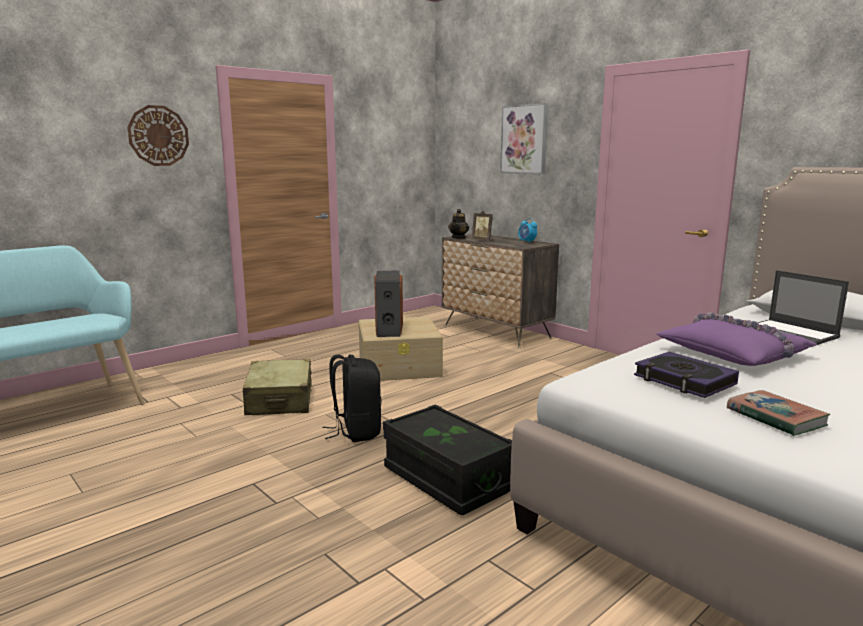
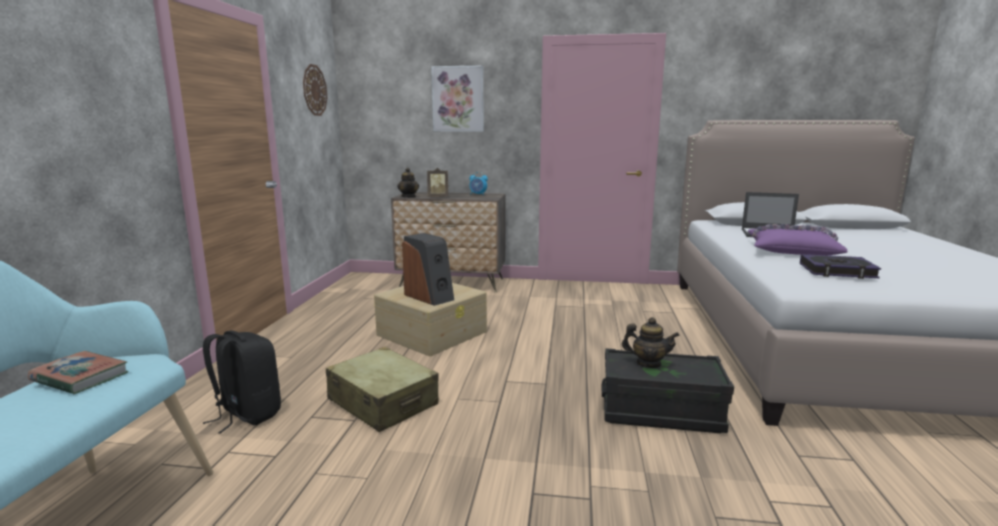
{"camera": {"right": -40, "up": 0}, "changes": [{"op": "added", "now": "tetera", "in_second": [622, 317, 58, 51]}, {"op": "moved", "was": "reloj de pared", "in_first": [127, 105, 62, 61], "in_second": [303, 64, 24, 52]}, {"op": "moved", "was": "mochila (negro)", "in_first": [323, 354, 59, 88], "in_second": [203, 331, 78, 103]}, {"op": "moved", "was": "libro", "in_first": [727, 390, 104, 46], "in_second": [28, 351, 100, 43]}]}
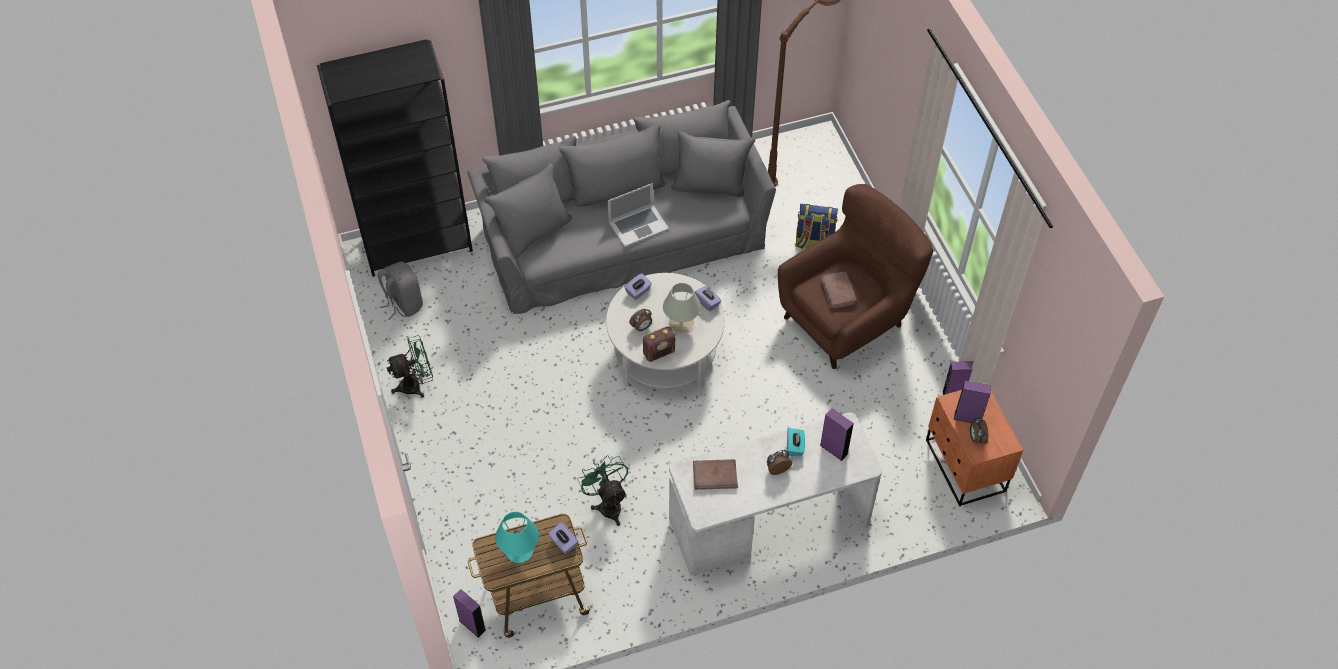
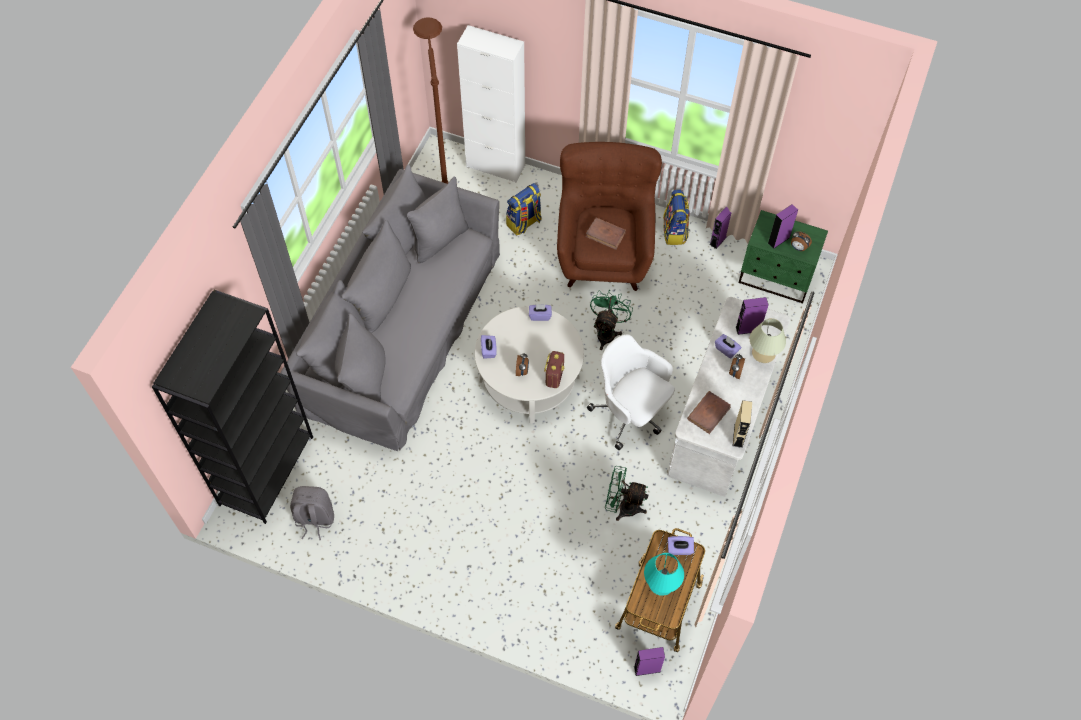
{"camera": {"right": -50, "up": 5}, "changes": [{"op": "removed", "was": "portátil", "in_first": [608, 183, 61, 64]}, {"op": "added", "now": "armario (blanco)", "in_second": [457, 25, 68, 158]}, {"op": "added", "now": "silla de oficina (blanco)", "in_second": [587, 334, 88, 116]}, {"op": "added", "now": "mochila", "in_second": [663, 189, 26, 56]}, {"op": "added", "now": "altavoz (beis)", "in_second": [733, 400, 19, 48]}, {"op": "moved", "was": "ventilador (verde)", "in_first": [387, 335, 46, 62], "in_second": [590, 290, 43, 60]}, {"op": "moved", "was": "lámpara de mesa (beis)", "in_first": [663, 283, 38, 49], "in_second": [750, 318, 36, 45]}, {"op": "recoloured", "was": "caja de pañuelos (turquesa)", "now": "caja de pañuelos (morado)", "in_first": [787, 428, 18, 28], "in_second": [715, 334, 26, 25]}, {"op": "recoloured", "was": "mesita de noche (naranja)", "now": "mesita de noche (verde)", "in_first": [926, 383, 97, 123], "in_second": [738, 210, 90, 94]}]}
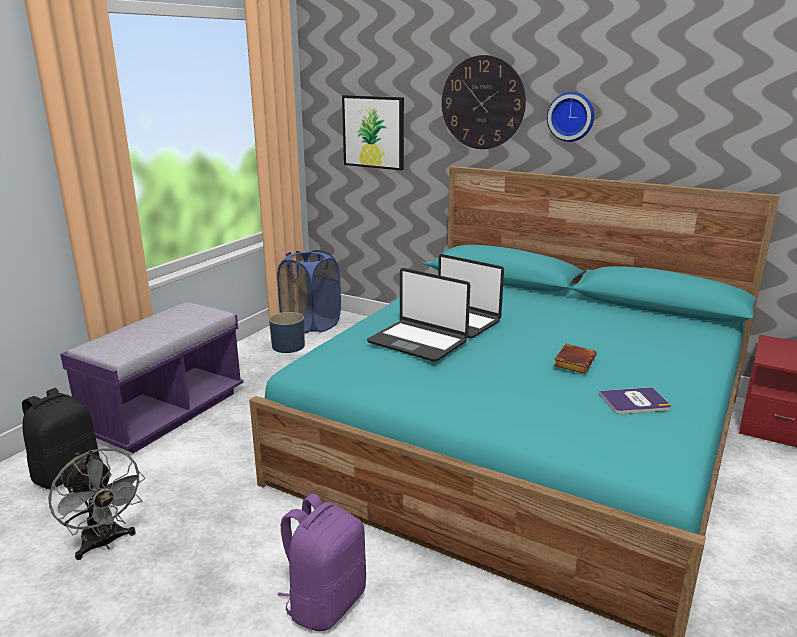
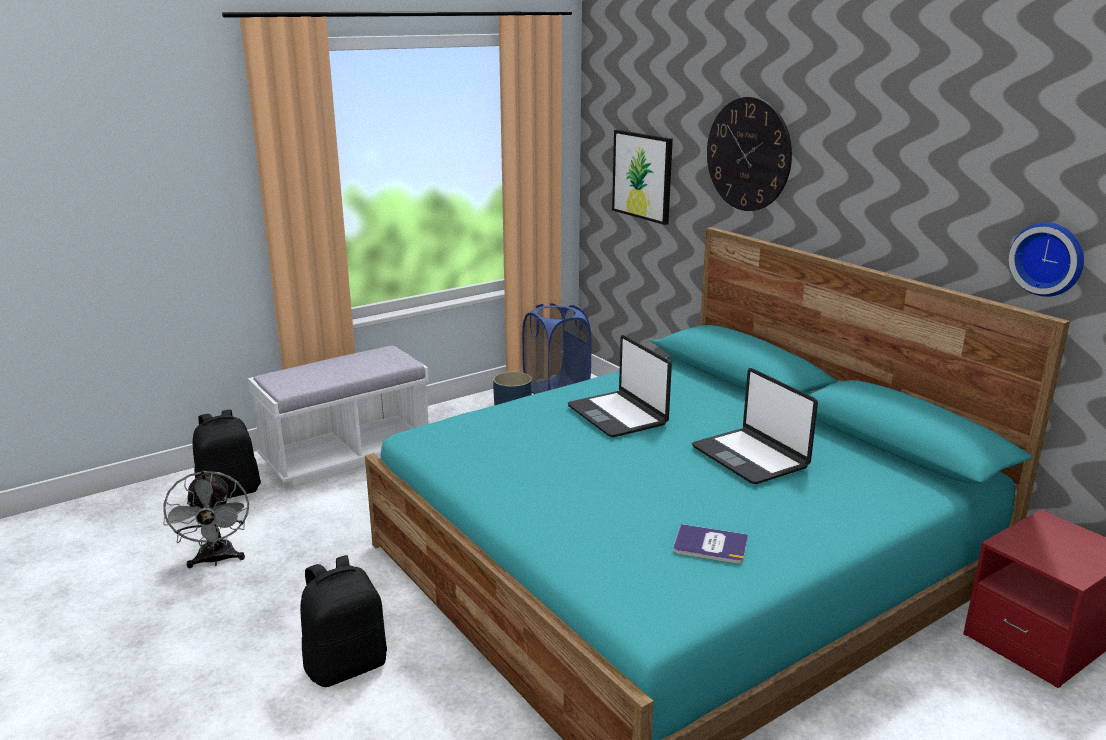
{"camera": {"right": 25, "up": 0}, "changes": [{"op": "removed", "was": "libro (marrón)", "in_first": [553, 343, 44, 31]}, {"op": "moved", "was": "portátil", "in_first": [367, 268, 103, 94], "in_second": [692, 368, 126, 116]}, {"op": "moved", "was": "reloj de pared", "in_first": [547, 92, 47, 50], "in_second": [1009, 222, 75, 75]}, {"op": "recoloured", "was": "banco (morado)", "now": "banco (blanco)", "in_first": [60, 302, 184, 151], "in_second": [248, 346, 181, 142]}, {"op": "recoloured", "was": "mochila (morado)", "now": "mochila (negro)", "in_first": [277, 493, 89, 138], "in_second": [300, 555, 87, 132]}]}
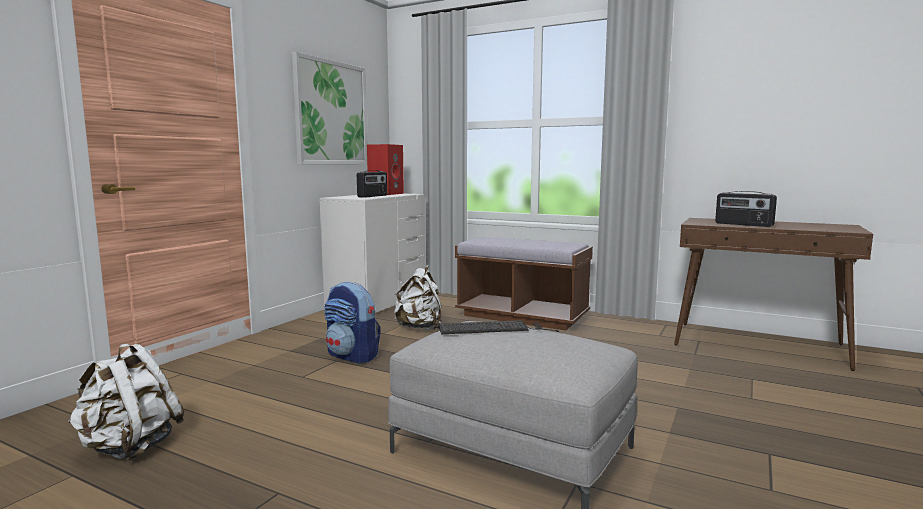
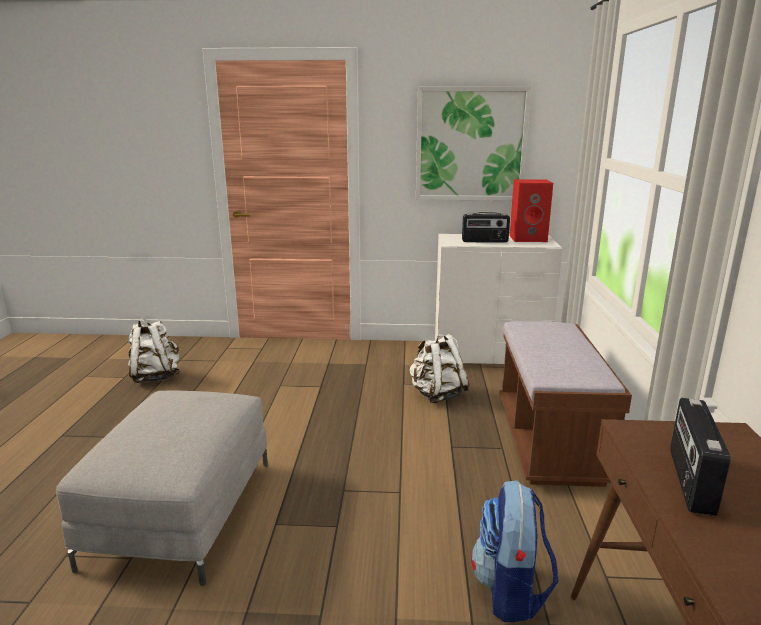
{"camera": {"right": 65, "up": 10}, "changes": [{"op": "removed", "was": "teclado", "in_first": [439, 320, 120, 14]}, {"op": "moved", "was": "mochila", "in_first": [324, 282, 56, 82], "in_second": [471, 480, 88, 142]}]}
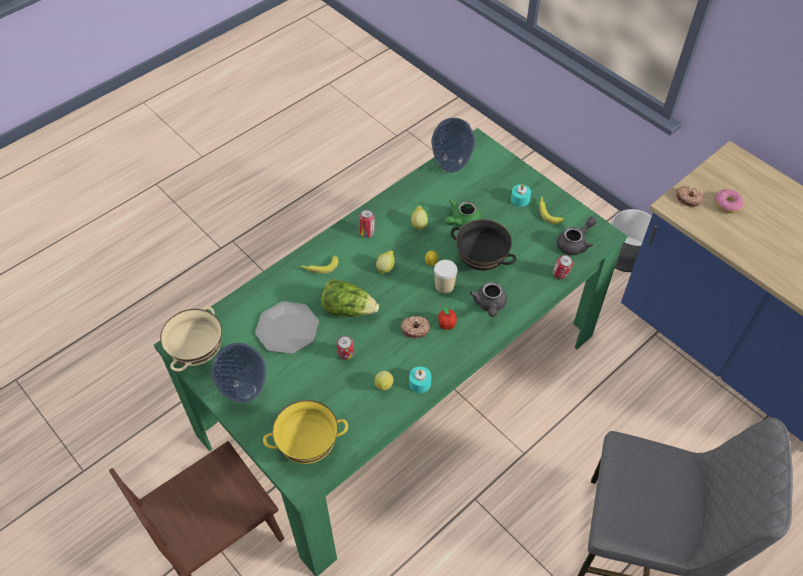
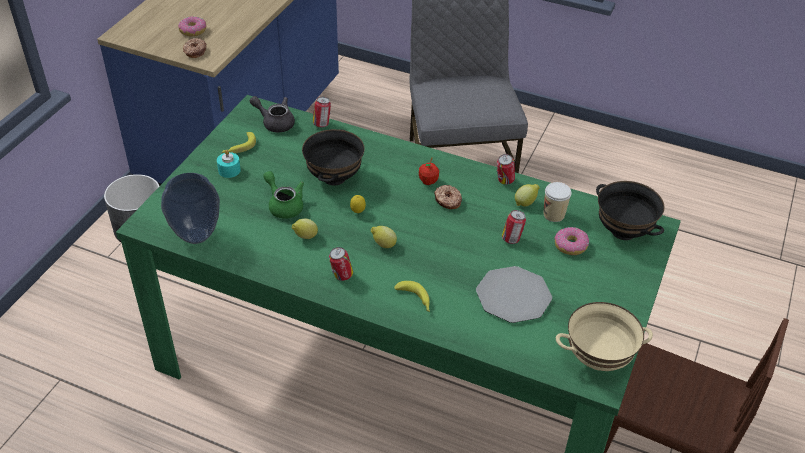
{"camera": {"right": -115, "up": -10}, "changes": [{"op": "removed", "was": "florero", "in_first": [212, 343, 54, 60]}, {"op": "removed", "was": "lechuga", "in_first": [321, 279, 58, 38]}, {"op": "removed", "was": "tetera (gris)", "in_first": [470, 282, 37, 35]}, {"op": "added", "now": "rosquilla", "in_second": [554, 227, 35, 28]}, {"op": "moved", "was": "taza", "in_first": [434, 260, 23, 34], "in_second": [544, 182, 27, 40]}, {"op": "replaced", "was": "vela (turquesa)", "now": "lata", "in_first": [409, 366, 22, 27], "in_second": [497, 154, 18, 31]}, {"op": "recoloured", "was": "cuenco (amarillo)", "now": "cuenco (negro)", "in_first": [263, 400, 85, 64], "in_second": [596, 181, 69, 59]}, {"op": "turned", "was": "tetera (verde)", "in_first": [445, 199, 36, 28], "in_second": [263, 171, 41, 48], "clockwise": -150}]}
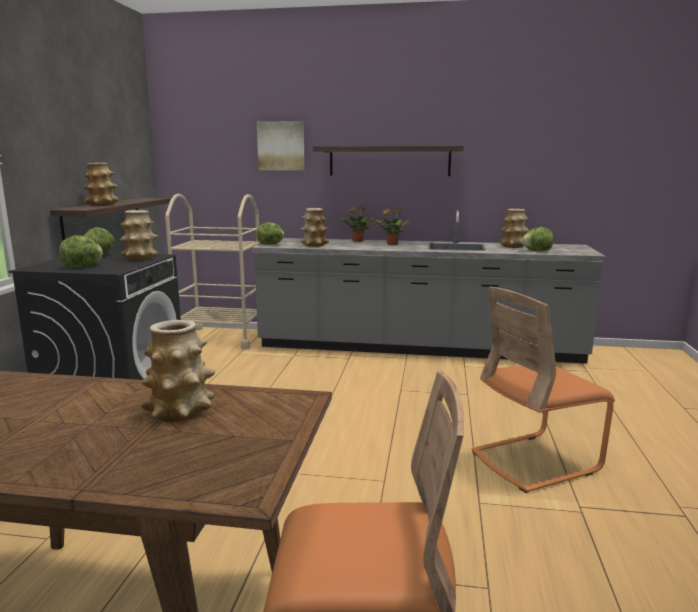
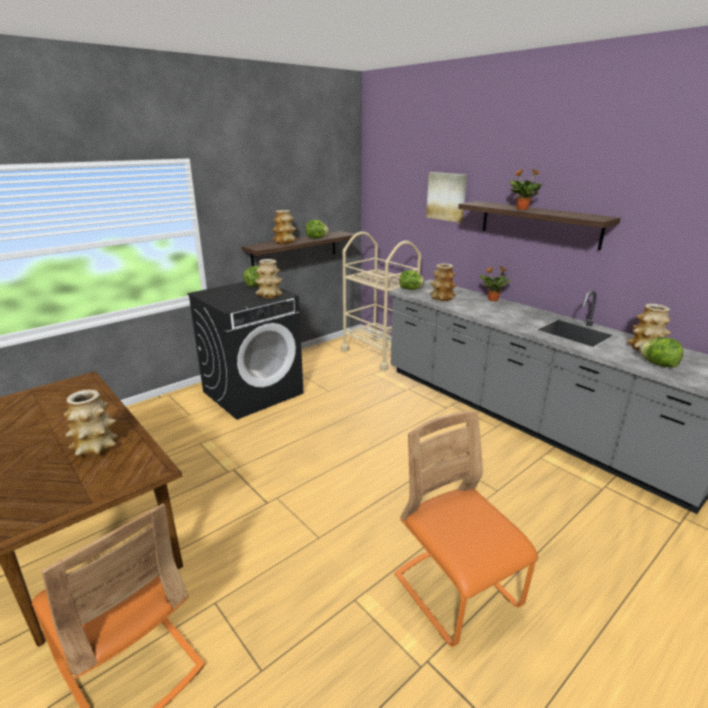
{"camera": {"right": 40, "up": 10}, "changes": [{"op": "moved", "was": "lechuga", "in_first": [59, 235, 44, 32], "in_second": [306, 220, 23, 18]}, {"op": "moved", "was": "planta en maceta", "in_first": [376, 208, 33, 37], "in_second": [509, 168, 34, 42]}, {"op": "turned", "was": "silla (naranja)", "in_first": [472, 287, 143, 206], "in_second": [394, 411, 144, 236], "clockwise": 45}]}
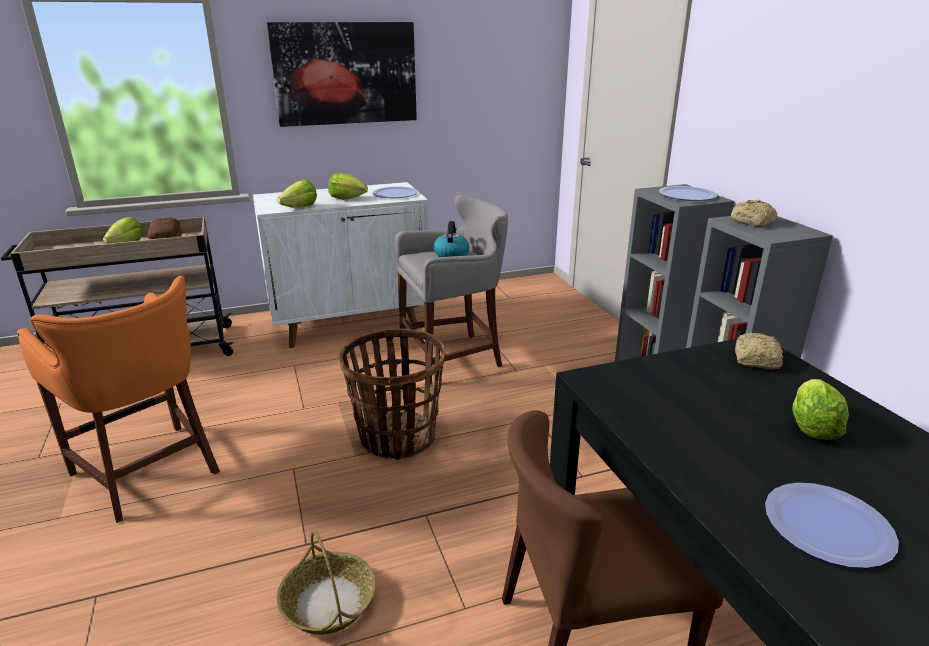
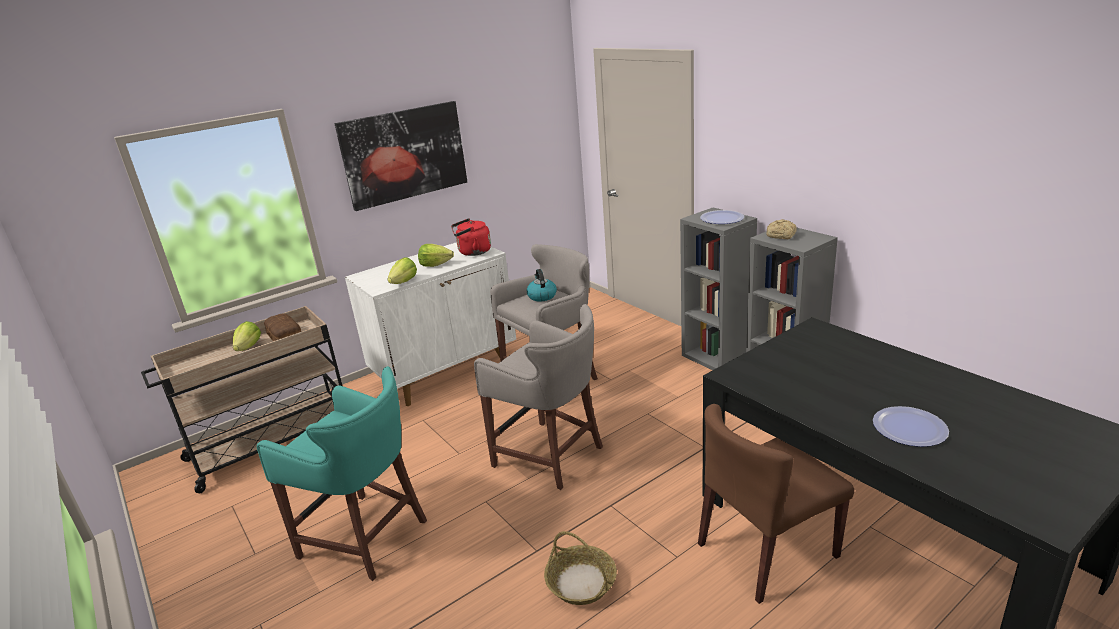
{"camera": {"right": -15, "up": 0}, "changes": [{"op": "removed", "was": "pan", "in_first": [735, 333, 48, 37]}, {"op": "removed", "was": "lechuga", "in_first": [792, 379, 57, 61]}, {"op": "replaced", "was": "cesta", "now": "taburete (gris)", "in_first": [339, 329, 107, 131], "in_second": [474, 304, 129, 186]}, {"op": "replaced", "was": "plato", "now": "hervidor (rojo)", "in_first": [372, 186, 46, 12], "in_second": [451, 218, 40, 38]}, {"op": "recoloured", "was": "taburete (naranja)", "now": "taburete (turquesa)", "in_first": [17, 276, 203, 247], "in_second": [257, 366, 170, 215]}]}
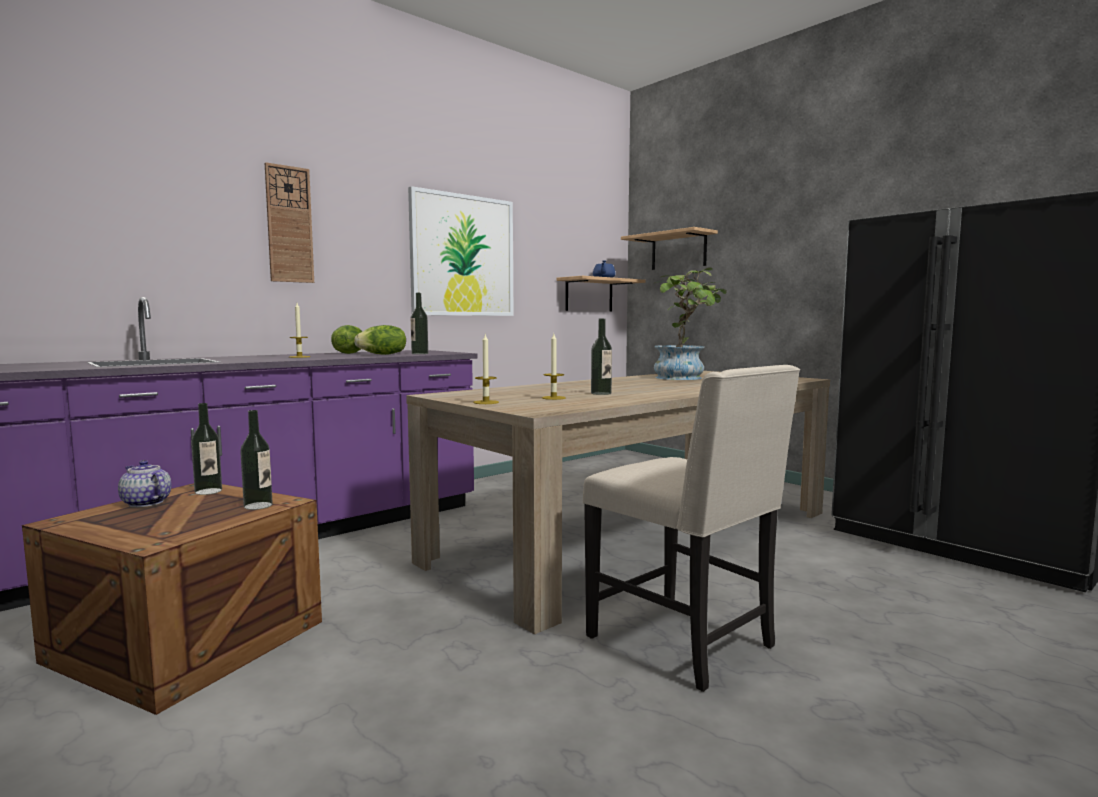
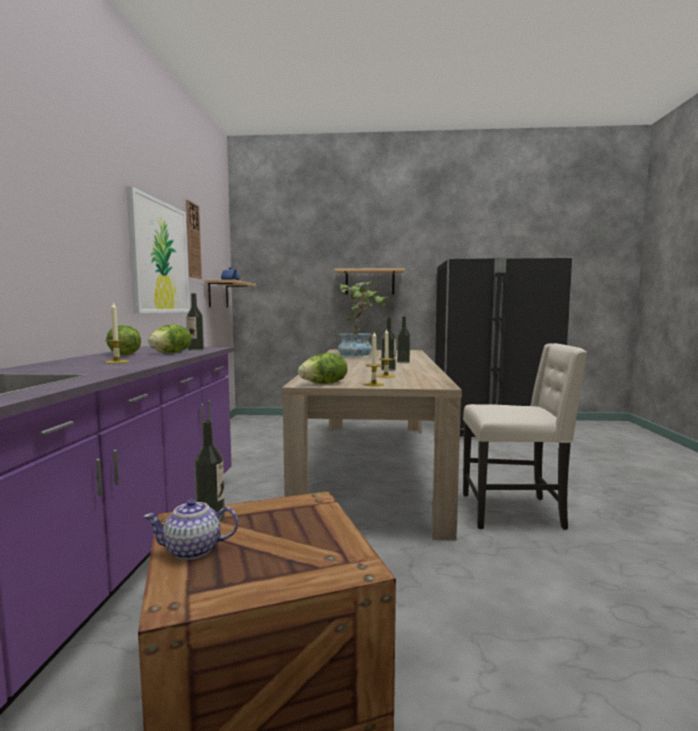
{"camera": {"right": -45, "up": 0}, "changes": [{"op": "added", "now": "lechuga", "in_second": [298, 353, 50, 31]}, {"op": "moved", "was": "botella", "in_first": [240, 410, 33, 100], "in_second": [397, 316, 13, 47]}, {"op": "moved", "was": "reloj de pared", "in_first": [265, 162, 49, 121], "in_second": [186, 200, 16, 79]}, {"op": "moved", "was": "estante", "in_first": [621, 227, 97, 43], "in_second": [334, 268, 71, 27]}]}
